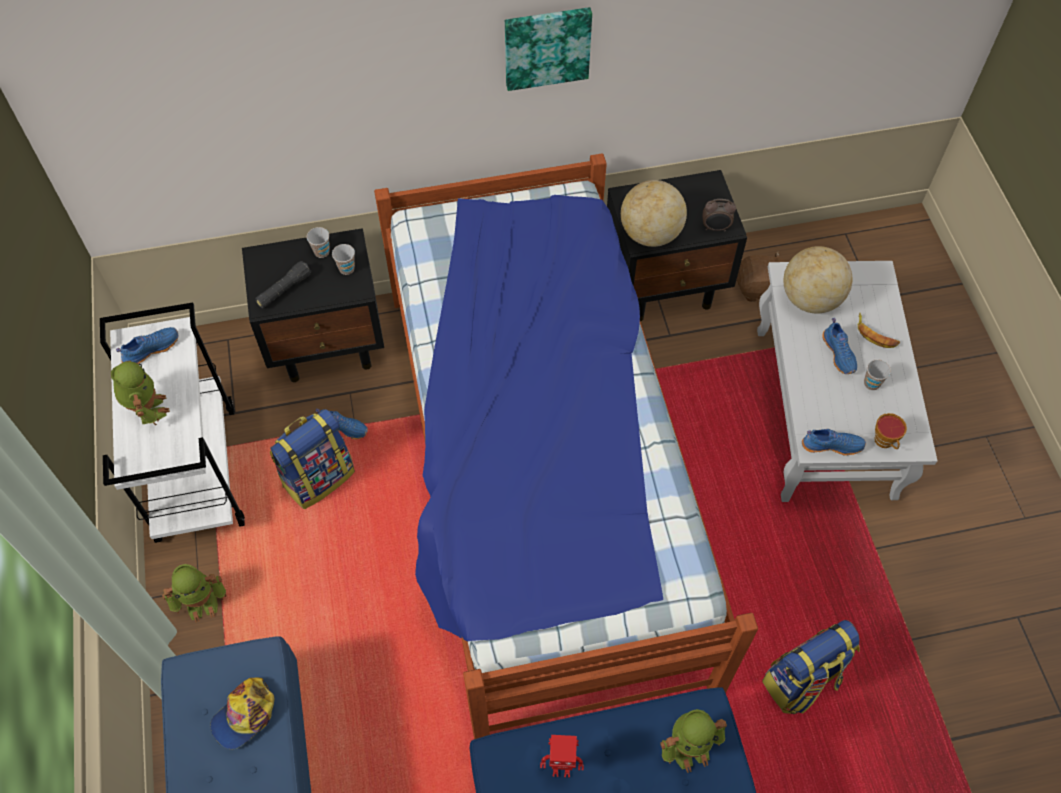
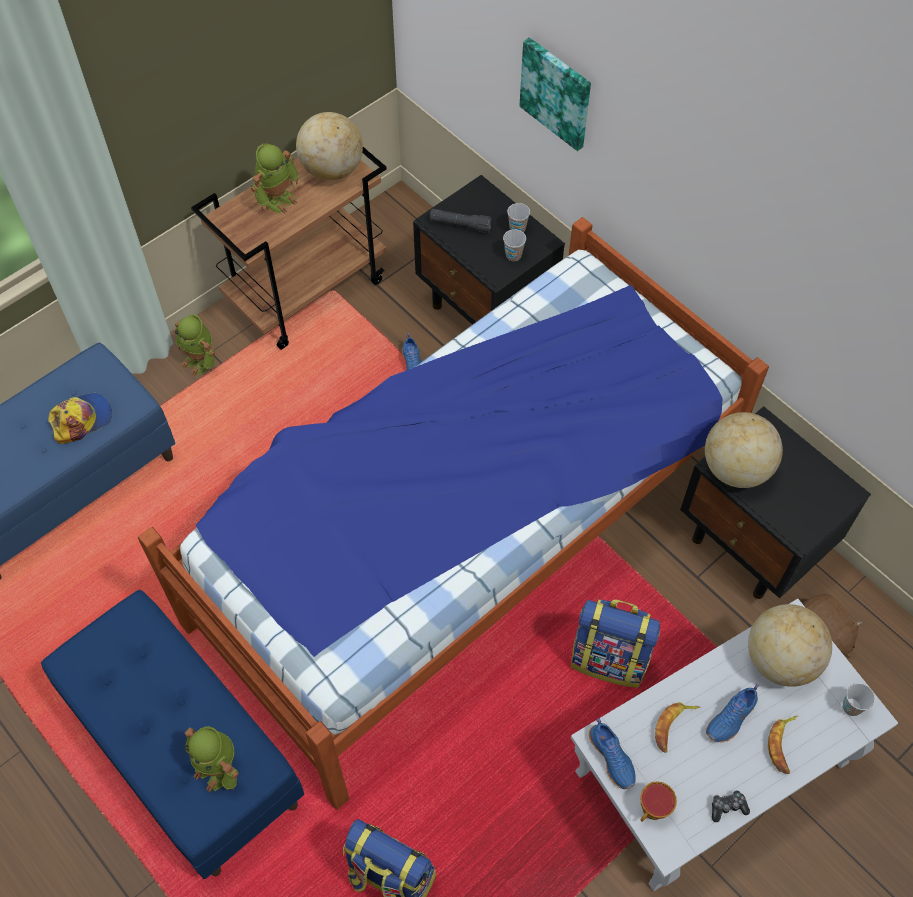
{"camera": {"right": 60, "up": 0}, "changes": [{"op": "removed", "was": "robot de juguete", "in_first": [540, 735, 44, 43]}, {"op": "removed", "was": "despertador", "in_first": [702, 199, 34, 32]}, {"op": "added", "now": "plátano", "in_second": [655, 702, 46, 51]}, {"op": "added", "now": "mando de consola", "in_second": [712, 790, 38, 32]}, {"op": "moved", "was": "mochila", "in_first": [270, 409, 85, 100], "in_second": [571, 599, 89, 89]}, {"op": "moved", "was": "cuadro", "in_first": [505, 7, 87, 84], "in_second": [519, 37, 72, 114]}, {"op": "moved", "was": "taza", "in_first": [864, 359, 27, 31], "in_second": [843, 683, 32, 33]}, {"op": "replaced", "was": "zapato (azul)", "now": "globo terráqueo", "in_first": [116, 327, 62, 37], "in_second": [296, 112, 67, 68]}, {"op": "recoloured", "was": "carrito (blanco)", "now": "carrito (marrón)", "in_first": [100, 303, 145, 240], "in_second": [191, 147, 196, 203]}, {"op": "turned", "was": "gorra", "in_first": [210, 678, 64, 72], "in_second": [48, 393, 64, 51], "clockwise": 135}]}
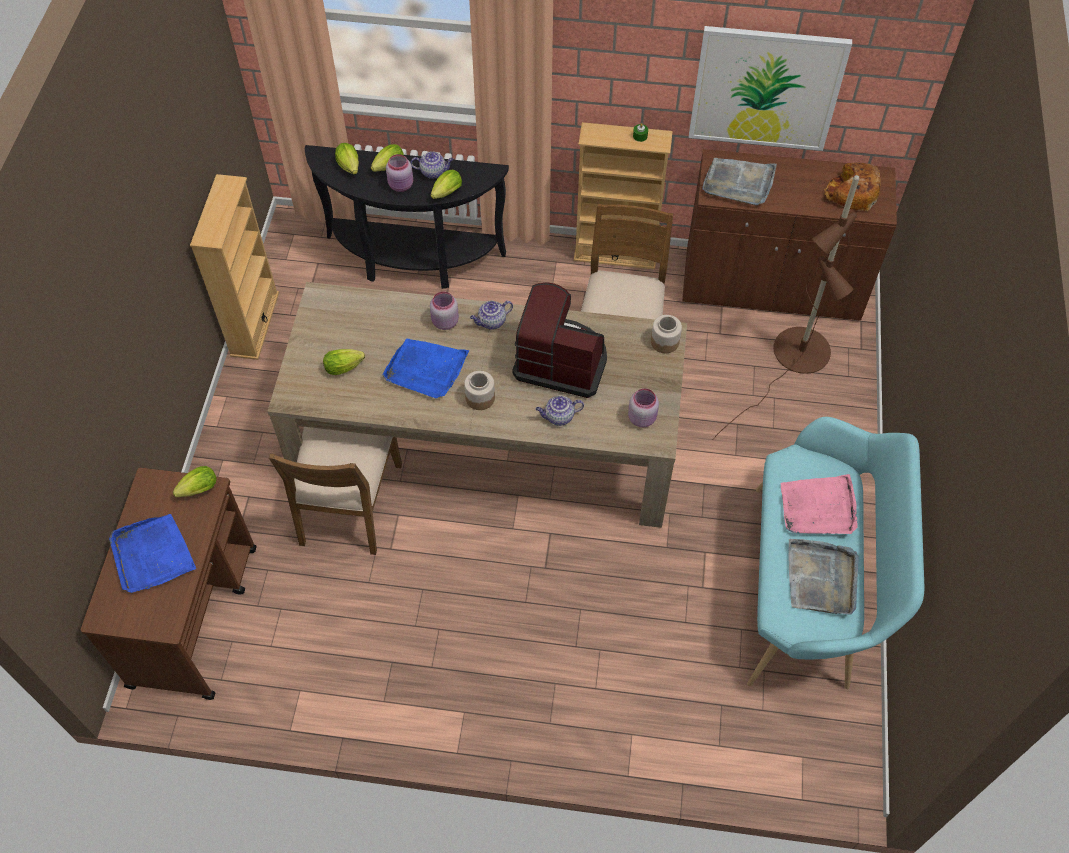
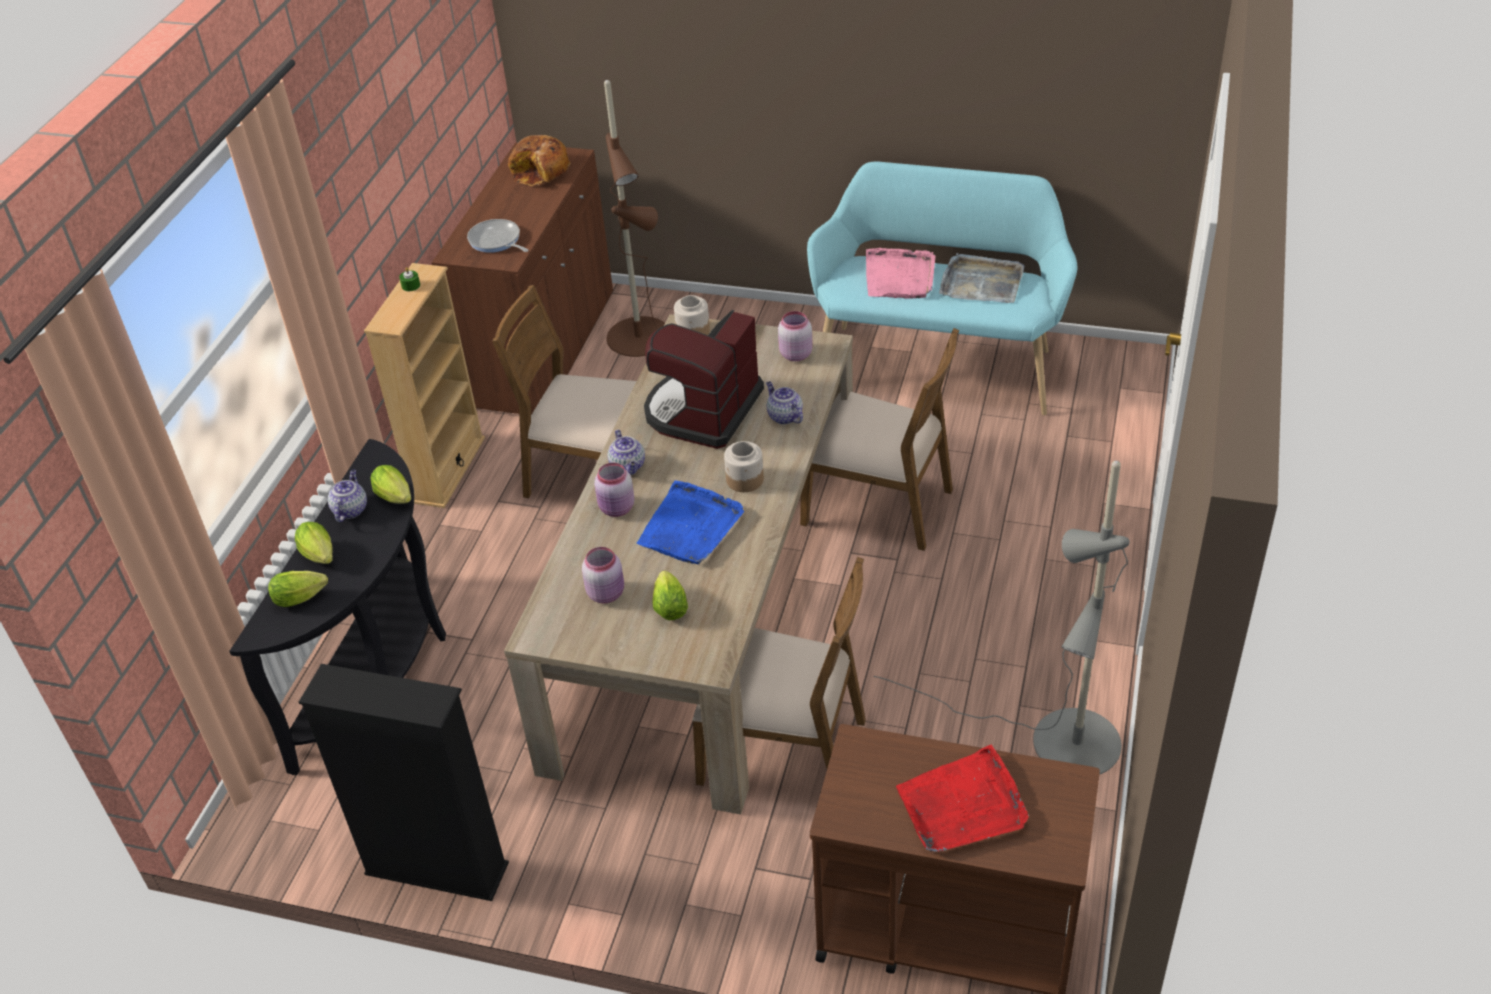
{"camera": {"right": -80, "up": -15}, "changes": [{"op": "removed", "was": "lechuga", "in_first": [173, 466, 44, 32]}, {"op": "removed", "was": "cuadro", "in_first": [689, 26, 163, 125]}, {"op": "added", "now": "silla (marrón)", "in_second": [800, 328, 159, 223]}, {"op": "added", "now": "lámpara de pie (gris)", "in_second": [874, 461, 256, 314]}, {"op": "moved", "was": "tarro (rosa)", "in_first": [386, 154, 27, 38], "in_second": [582, 547, 42, 57]}, {"op": "replaced", "was": "bandeja (gris)", "now": "sartén", "in_first": [702, 158, 75, 47], "in_second": [467, 219, 62, 34]}, {"op": "recoloured", "was": "bandeja (azul)", "now": "bandeja (rojo)", "in_first": [109, 514, 87, 79], "in_second": [896, 744, 133, 108]}, {"op": "recoloured", "was": "estantería (beis)", "now": "estantería (negro)", "in_first": [190, 174, 89, 186], "in_second": [299, 664, 210, 237]}, {"op": "turned", "was": "tetera", "in_first": [536, 396, 48, 30], "in_second": [766, 382, 37, 43], "clockwise": 150}]}
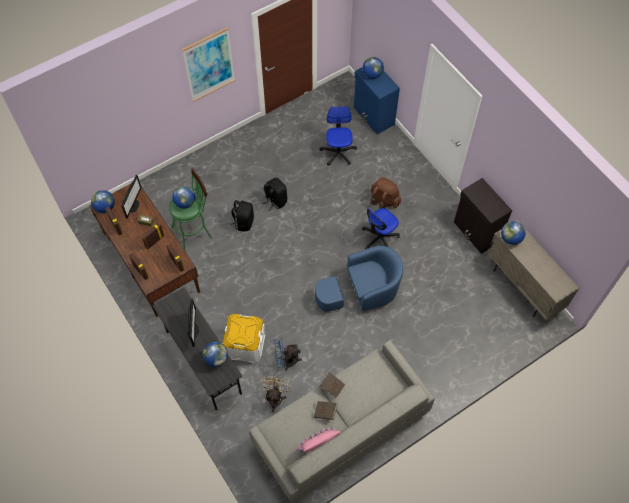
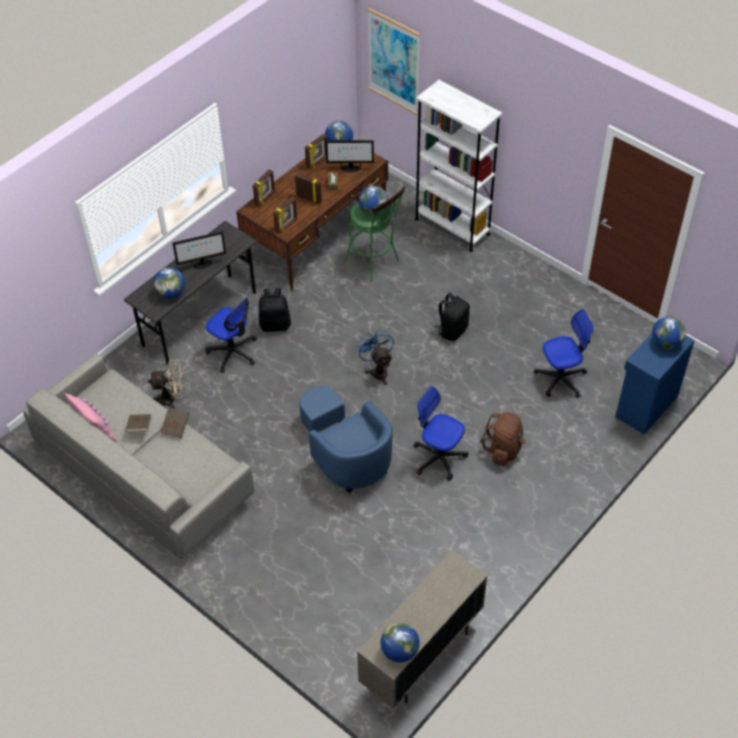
{"camera": {"right": 75, "up": -10}, "changes": [{"op": "removed", "was": "armario (negro)", "in_first": [454, 178, 58, 76]}, {"op": "added", "now": "estantería (blanco)", "in_second": [415, 80, 88, 172]}, {"op": "moved", "was": "cuadro", "in_first": [182, 27, 53, 75], "in_second": [367, 8, 53, 107]}, {"op": "moved", "was": "mochila (negro)", "in_first": [230, 200, 24, 32], "in_second": [259, 288, 32, 44]}, {"op": "moved", "was": "ventilador (azul)", "in_first": [274, 338, 28, 33], "in_second": [356, 329, 38, 56]}, {"op": "moved", "was": "globo terráqueo", "in_first": [501, 221, 24, 24], "in_second": [381, 623, 39, 40]}, {"op": "replaced", "was": "caja de almacenaje (blanco)", "now": "silla de oficina", "in_first": [222, 314, 43, 49], "in_second": [205, 296, 52, 77]}]}
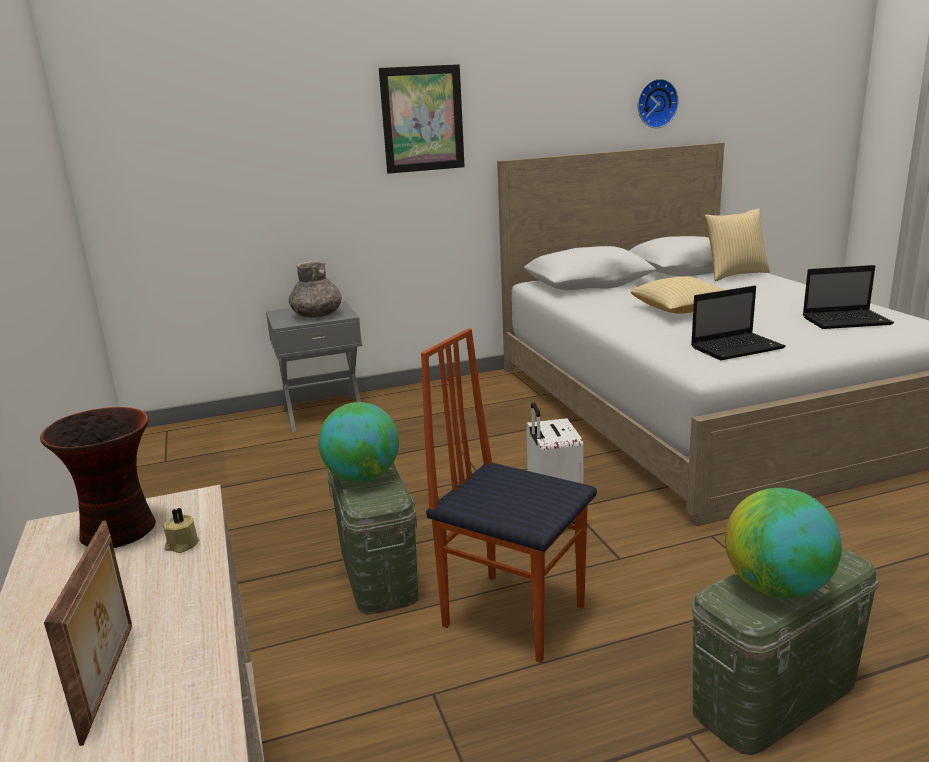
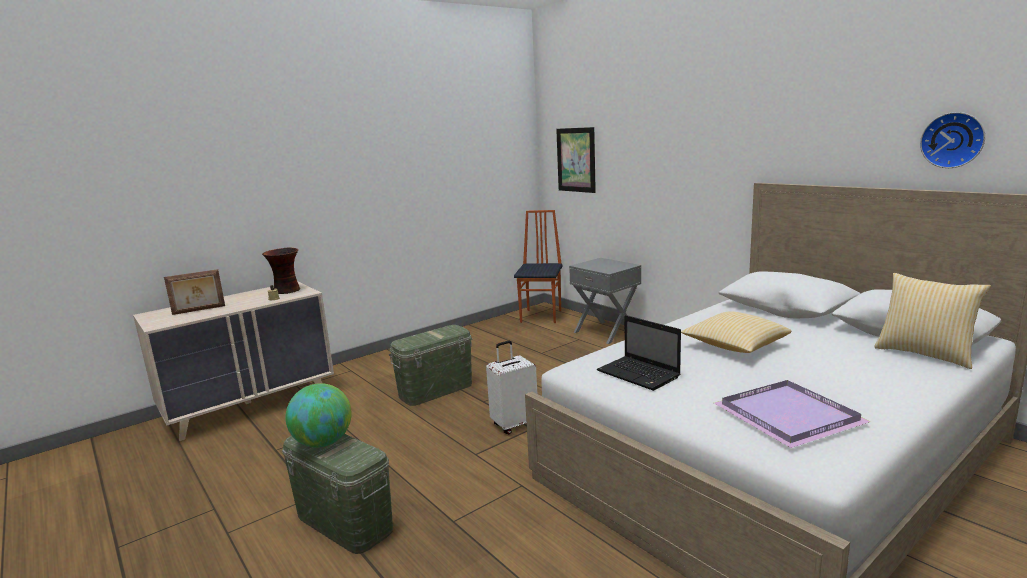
{"camera": {"right": 70, "up": -5}, "changes": [{"op": "removed", "was": "florero (gris)", "in_first": [289, 261, 52, 57]}, {"op": "removed", "was": "globo terráqueo", "in_first": [318, 402, 81, 80]}, {"op": "moved", "was": "cuadro", "in_first": [379, 64, 86, 110], "in_second": [556, 127, 40, 66]}, {"op": "moved", "was": "silla", "in_first": [421, 328, 176, 335], "in_second": [514, 210, 48, 113]}, {"op": "replaced", "was": "portátil", "now": "bandeja (morado)", "in_first": [803, 265, 91, 64], "in_second": [714, 380, 157, 68]}]}
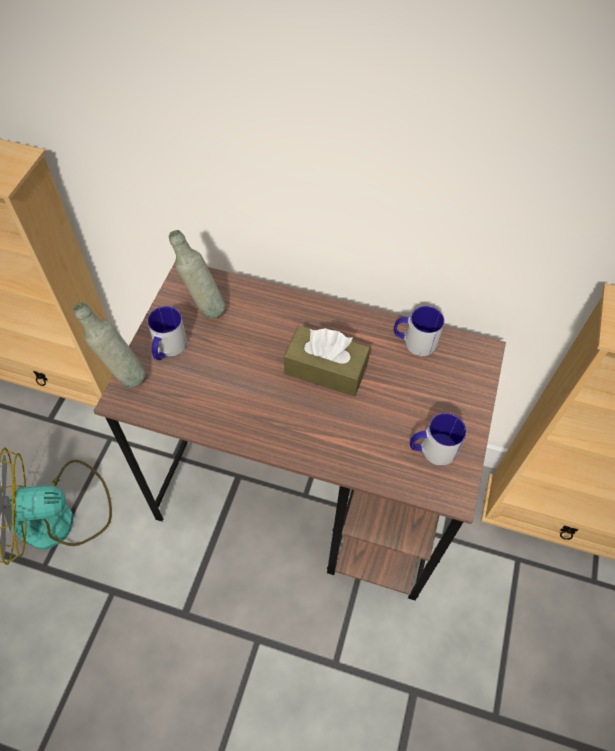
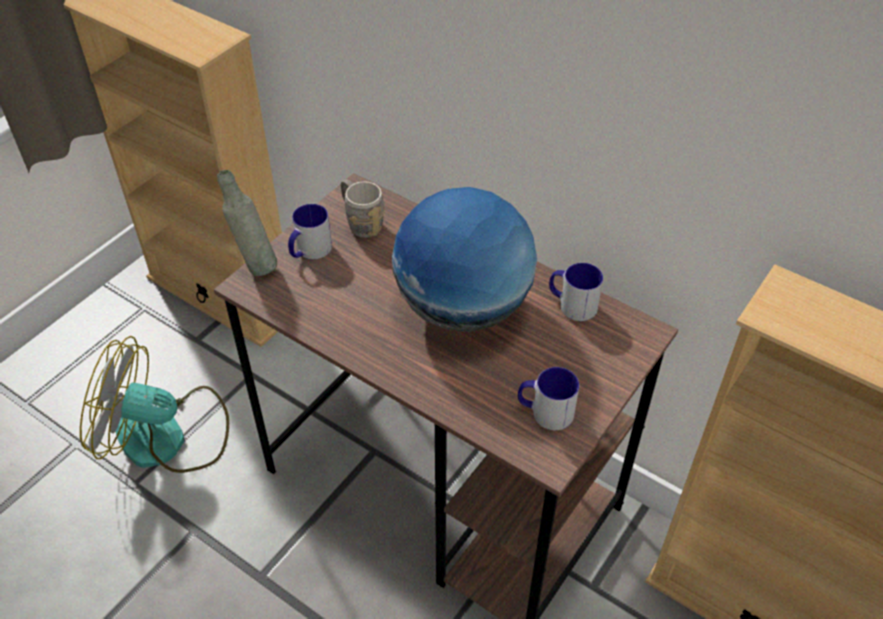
{"camera": {"right": 20, "up": -10}, "changes": [{"op": "replaced", "was": "botella (gris)", "now": "taza grande (gris)", "in_first": [169, 230, 57, 89], "in_second": [341, 179, 44, 59]}, {"op": "replaced", "was": "caja de pañuelos (marrón)", "now": "globo terráqueo", "in_first": [284, 326, 86, 71], "in_second": [392, 187, 145, 145]}]}
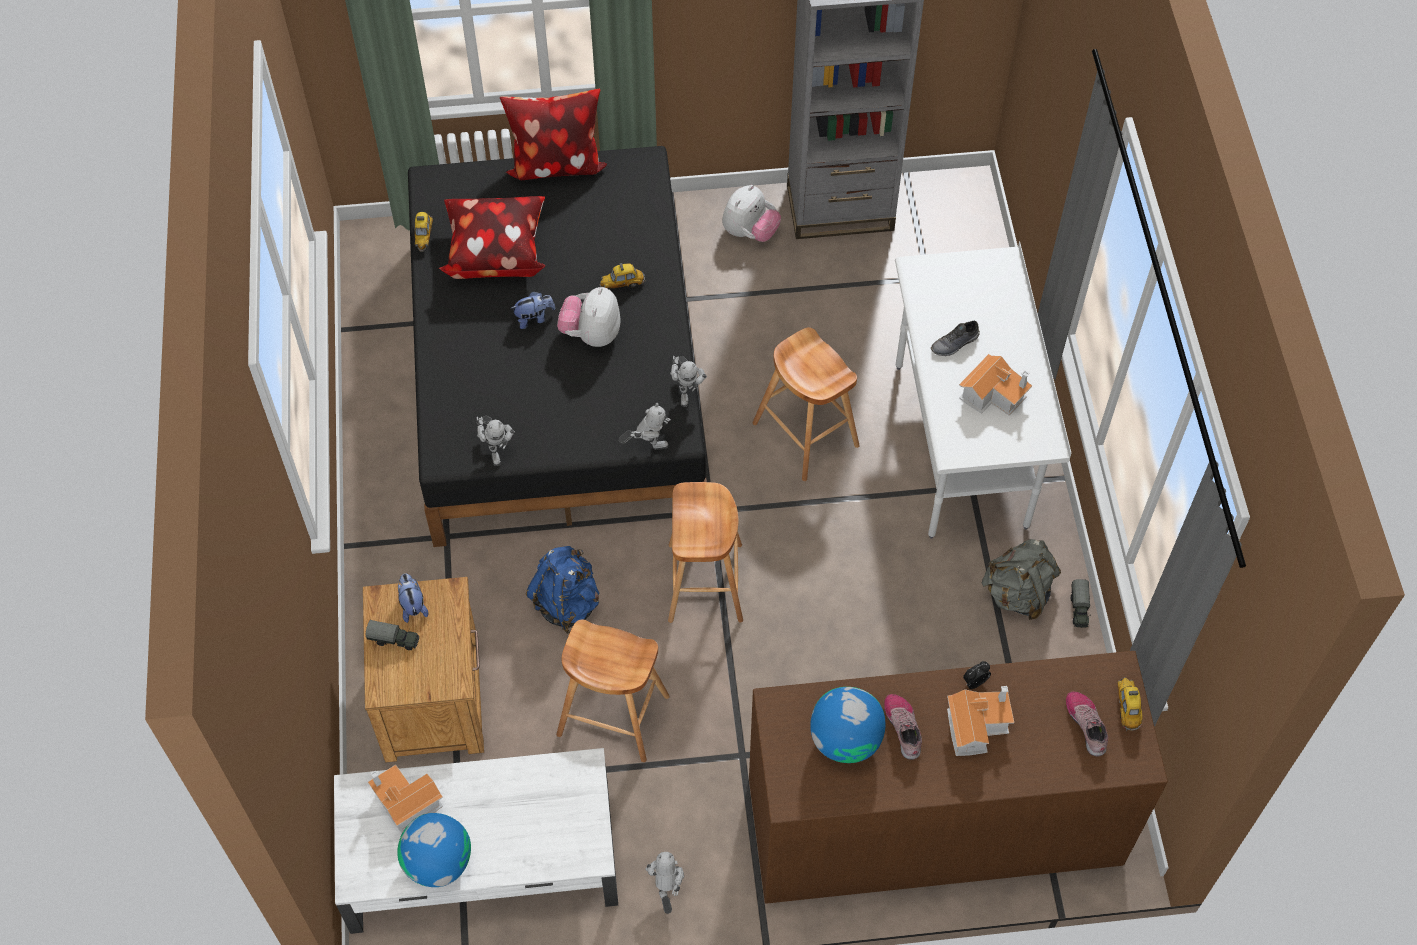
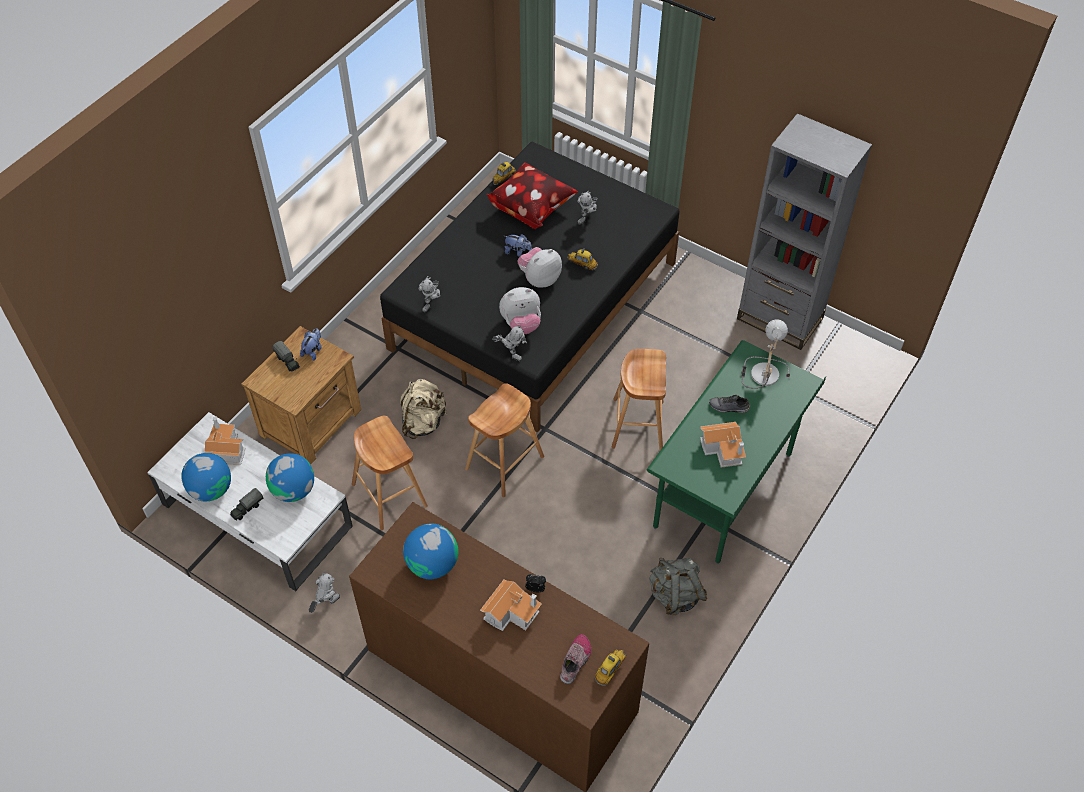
{"camera": {"right": 40, "up": -5}, "changes": [{"op": "removed", "was": "cojín", "in_first": [500, 89, 107, 91]}, {"op": "removed", "was": "zapato", "in_first": [884, 694, 38, 66]}, {"op": "added", "now": "globo terráqueo", "in_second": [266, 453, 48, 49]}, {"op": "added", "now": "lámpara de mesa", "in_second": [741, 320, 49, 69]}, {"op": "moved", "was": "robot de juguete", "in_first": [670, 356, 37, 51], "in_second": [577, 191, 21, 34]}, {"op": "moved", "was": "peluche", "in_first": [722, 185, 59, 57], "in_second": [499, 287, 42, 47]}, {"op": "moved", "was": "camión de juguete", "in_first": [1071, 579, 20, 49], "in_second": [230, 488, 33, 32]}, {"op": "recoloured", "was": "mochila (azul)", "now": "mochila (beis)", "in_first": [526, 546, 73, 88], "in_second": [400, 379, 47, 60]}, {"op": "recoloured", "was": "escritorio (blanco)", "now": "escritorio (verde)", "in_first": [895, 241, 176, 298], "in_second": [647, 340, 179, 224]}]}
